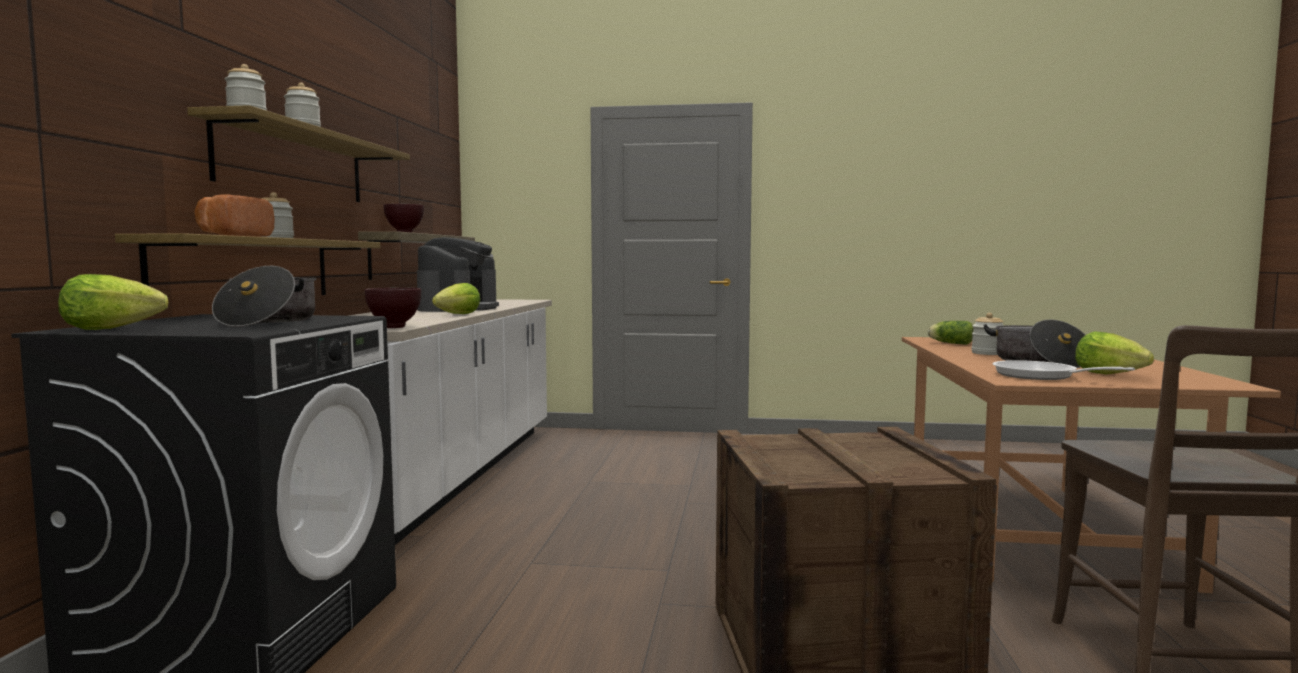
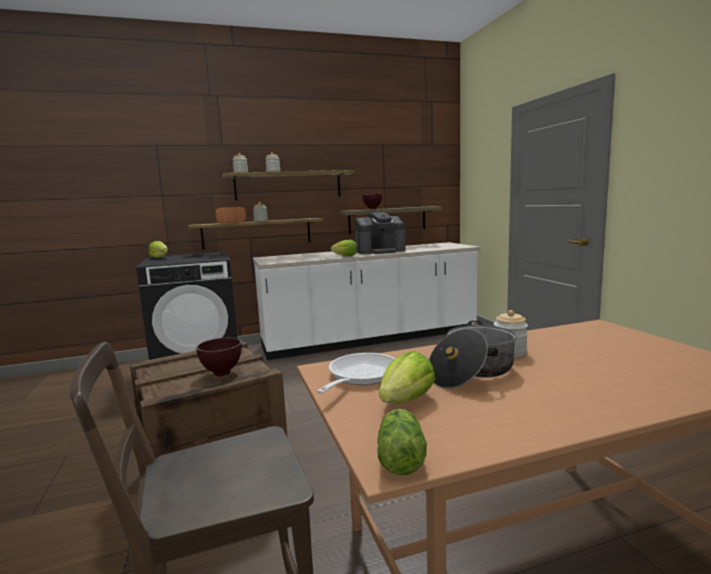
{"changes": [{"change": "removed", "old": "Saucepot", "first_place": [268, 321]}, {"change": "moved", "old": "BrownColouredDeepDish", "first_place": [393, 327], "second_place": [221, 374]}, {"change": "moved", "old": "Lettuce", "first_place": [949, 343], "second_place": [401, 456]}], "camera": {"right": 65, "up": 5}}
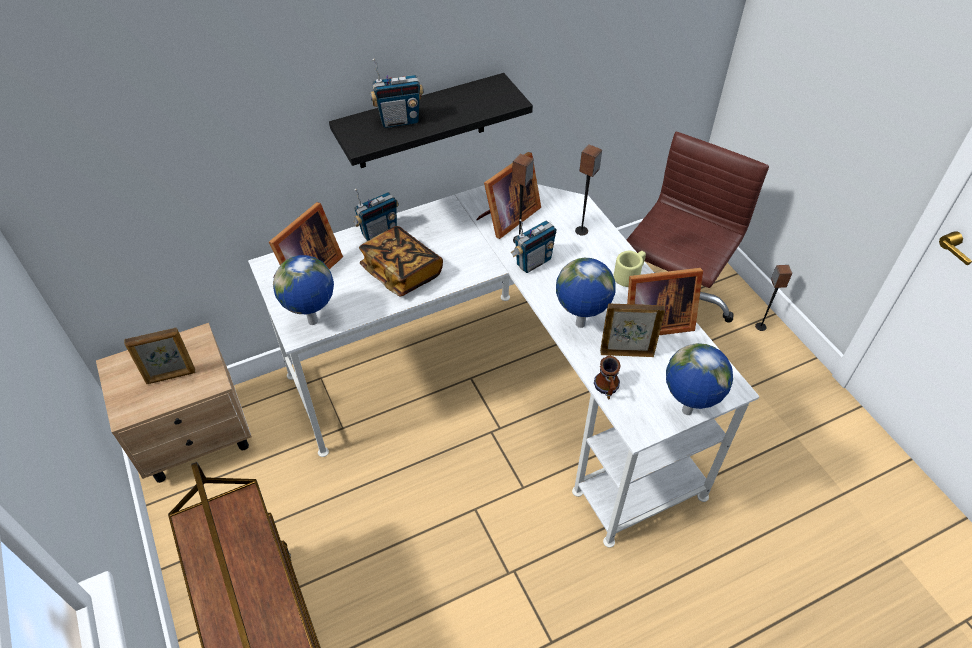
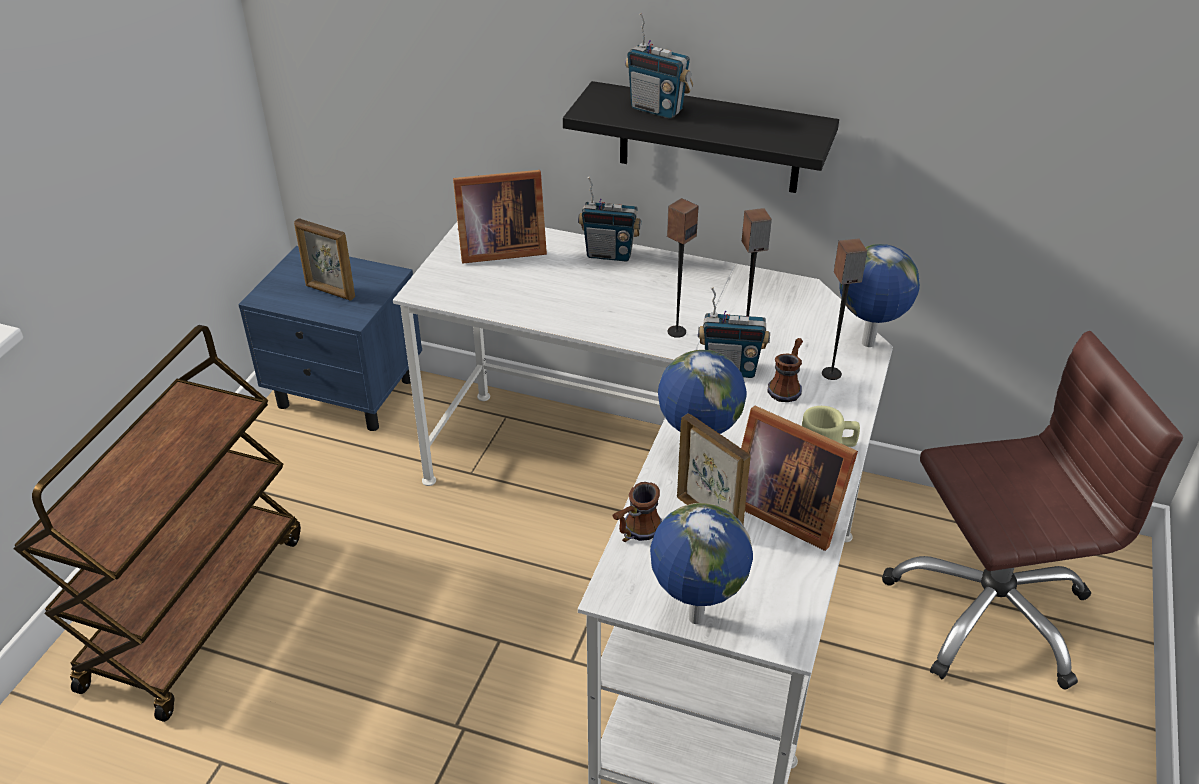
{"changes": [{"change": "removed", "old": "BoundBook", "first_place": [401, 272]}, {"change": "removed", "old": "PictureFrame", "first_place": [507, 218]}, {"change": "added", "new": "Mug", "second_place": [787, 386]}, {"change": "moved", "old": "DeskGlobe", "first_place": [313, 322], "second_place": [868, 344]}, {"change": "moved", "old": "Loudspeaker", "first_place": [760, 326], "second_place": [676, 331]}, {"change": "recoloured", "old": "BeigeNightTable", "new": "BlueNightTable", "first_place": [197, 437], "second_place": [347, 393]}], "camera": {"right": 45, "up": -10}}
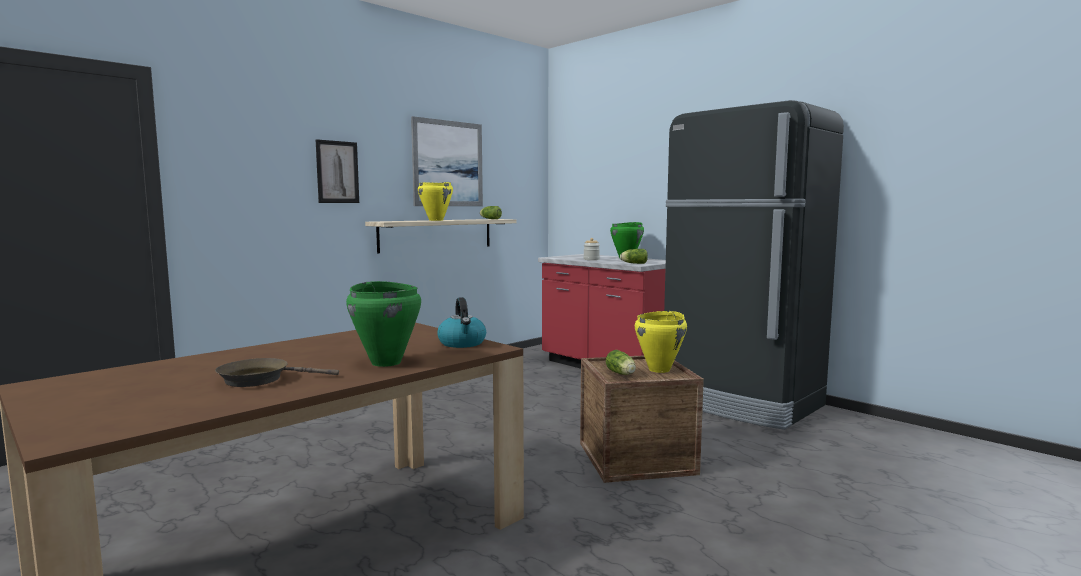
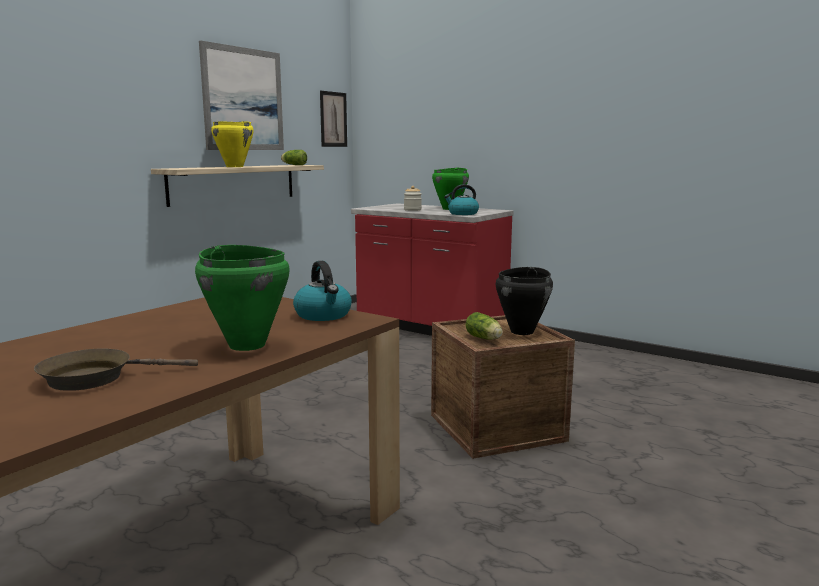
{"changes": [{"change": "removed", "old": "BlackishRefrigerator", "first_place": [740, 403]}, {"change": "moved", "old": "WallPicture", "first_place": [337, 172], "second_place": [333, 119]}, {"change": "replaced", "old": "Lettuce", "new": "WaterKettle", "first_place": [633, 263], "second_place": [462, 214]}, {"change": "recoloured", "old": "YellowColouredSaucepot", "new": "BlackishSaucepot", "first_place": [660, 370], "second_place": [522, 332]}], "camera": {"right": -10, "up": 5}}
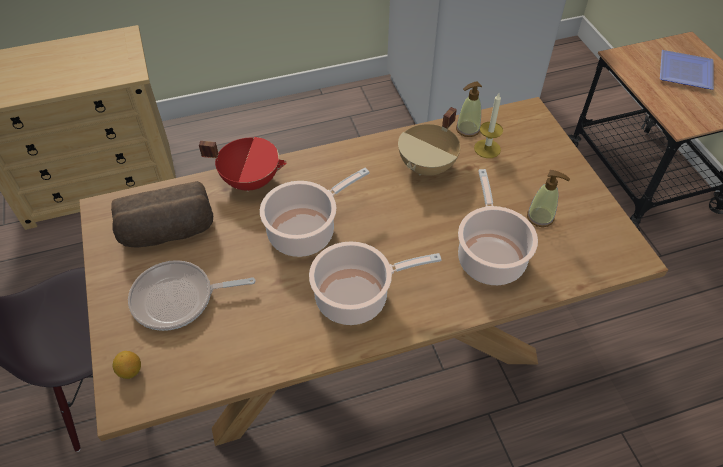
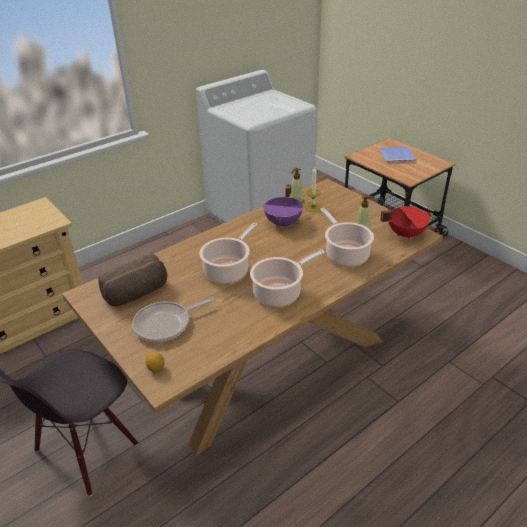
{"changes": [{"change": "moved", "old": "RedSaucepot", "first_place": [251, 180], "second_place": [405, 234]}, {"change": "recoloured", "old": "BeigeSaucepot", "new": "PurplishSaucepot", "first_place": [428, 167], "second_place": [284, 223]}], "camera": {"right": -20, "up": -15}}
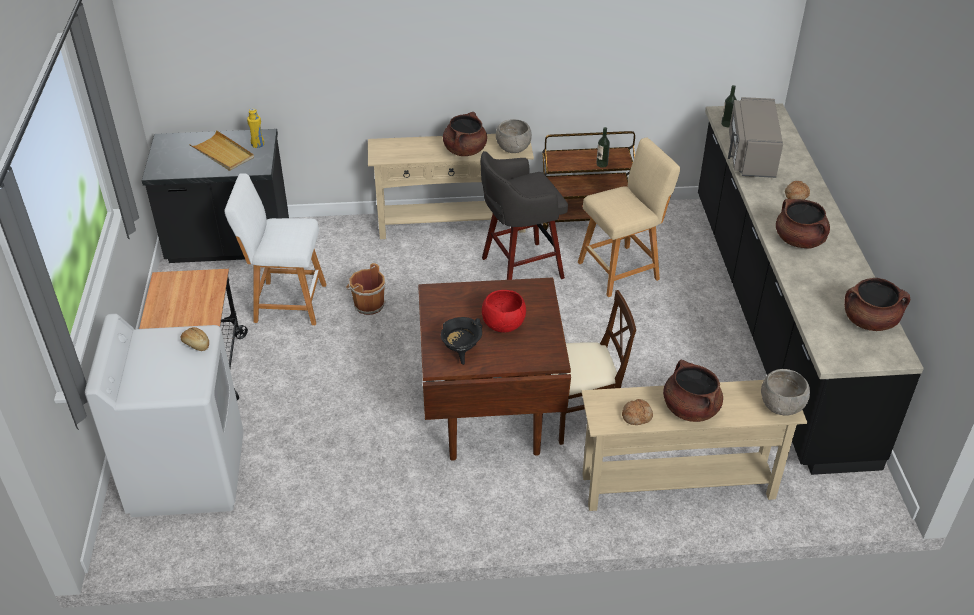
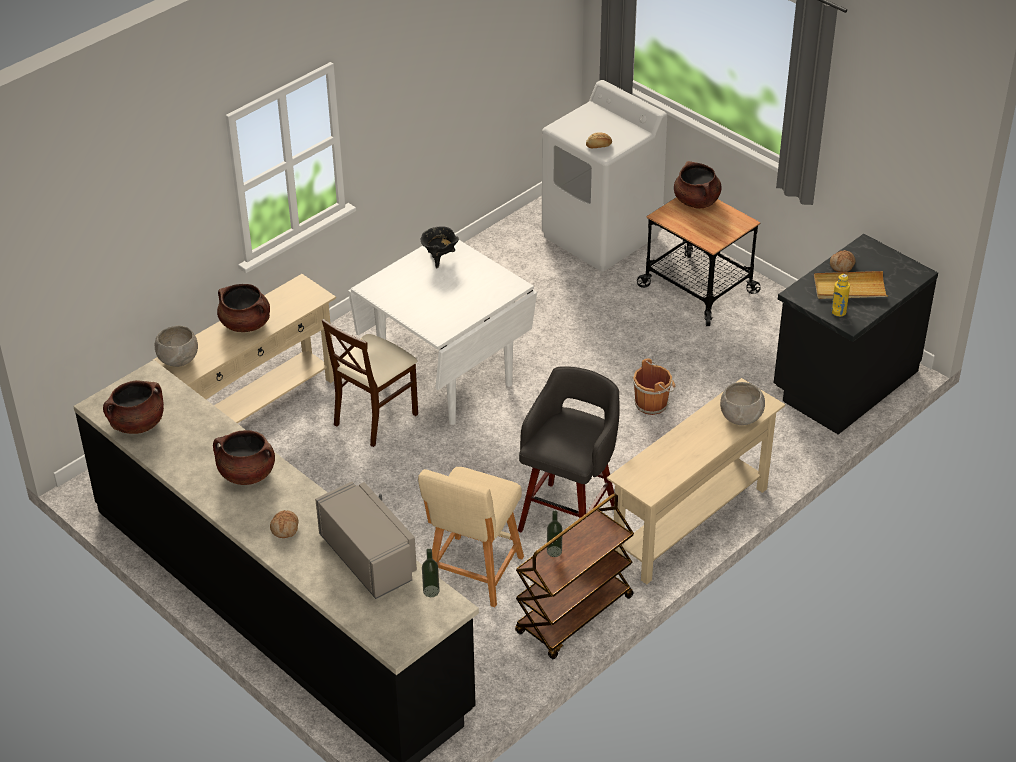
{"changes": [{"change": "removed", "old": "WhiteColouredStoolSeat", "first_place": [286, 303]}, {"change": "removed", "old": "RedDeepDish", "first_place": [504, 325]}, {"change": "moved", "old": "BrownColouredSaucepot", "first_place": [465, 150], "second_place": [696, 201]}, {"change": "moved", "old": "GreyishDeepDish", "first_place": [513, 149], "second_place": [741, 417]}, {"change": "moved", "old": "Bread", "first_place": [637, 416], "second_place": [842, 265]}, {"change": "recoloured", "old": "BrownColouredKitchenTable", "new": "WhiteColouredKitchenTable", "first_place": [491, 415], "second_place": [445, 380]}], "camera": {"right": 140, "up": 0}}
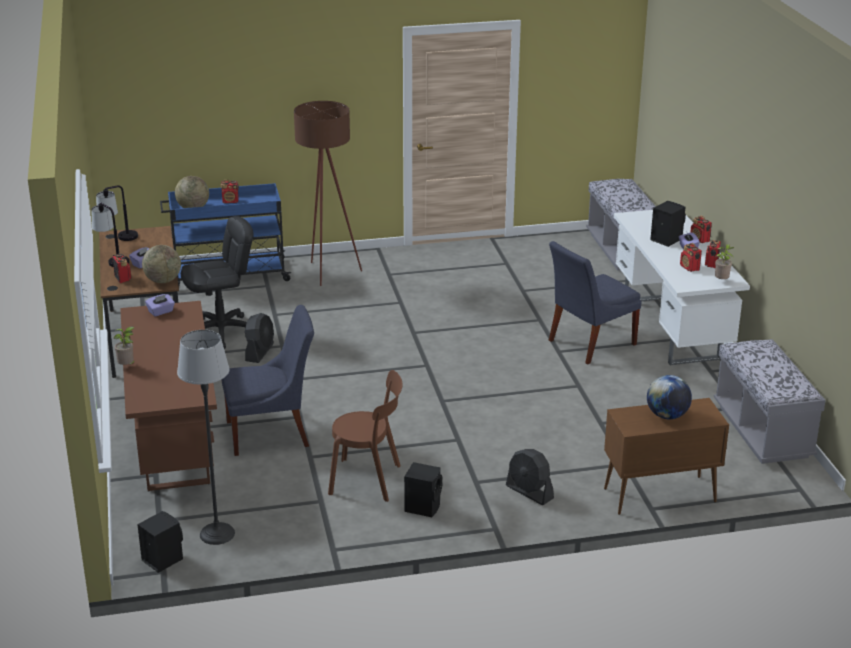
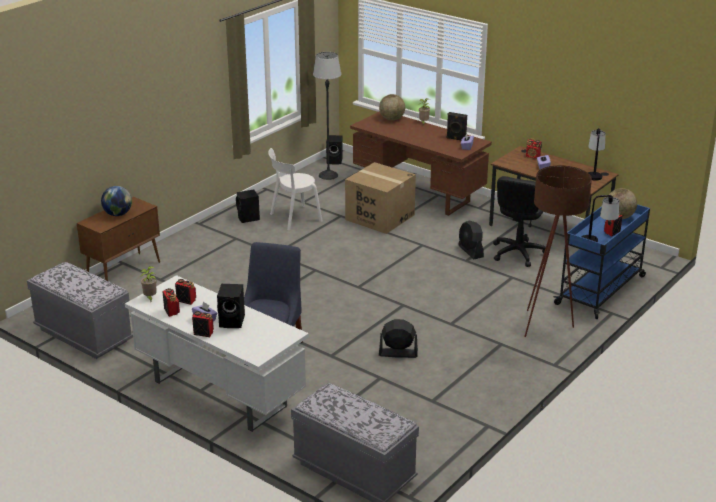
{"changes": [{"change": "added", "new": "BlackishLoudspeaker", "second_place": [456, 139]}, {"change": "moved", "old": "LampForATable", "first_place": [112, 260], "second_place": [597, 241]}, {"change": "moved", "old": "DeskGlobe", "first_place": [163, 281], "second_place": [392, 119]}, {"change": "moved", "old": "BlackishFan", "first_place": [529, 492], "second_place": [398, 353]}, {"change": "replaced", "old": "BlueUprightChair", "new": "Carton", "first_place": [272, 433], "second_place": [379, 217]}, {"change": "recoloured", "old": "BrownColouredUprightChair", "new": "WhiteColouredUprightChair", "first_place": [369, 480], "second_place": [293, 218]}], "camera": {"right": 140, "up": 0}}
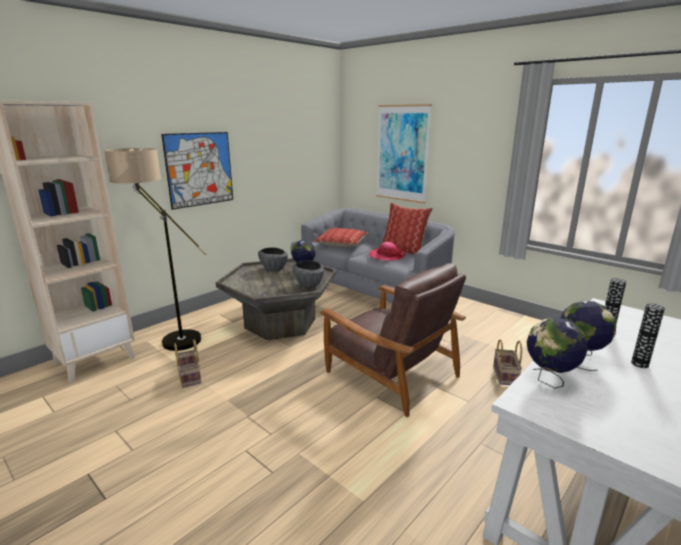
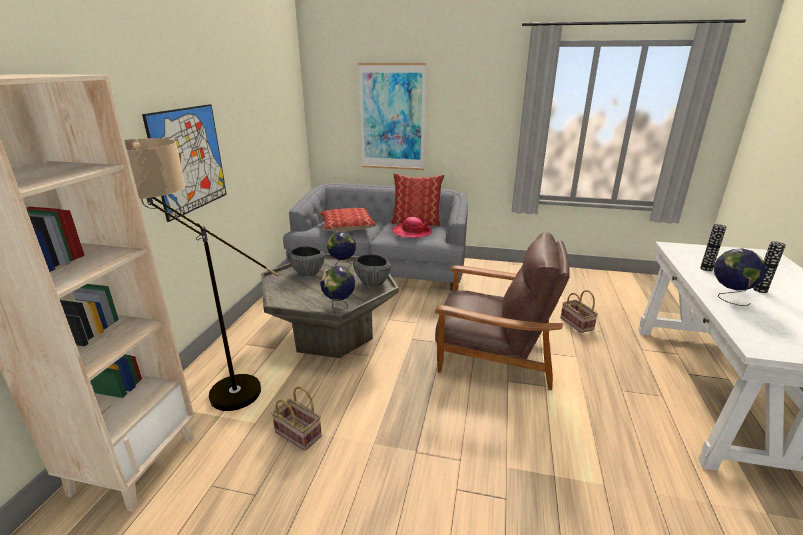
{"changes": [{"change": "moved", "old": "DeskGlobe", "first_place": [549, 381], "second_place": [339, 306]}], "camera": {"right": -30, "up": 5}}
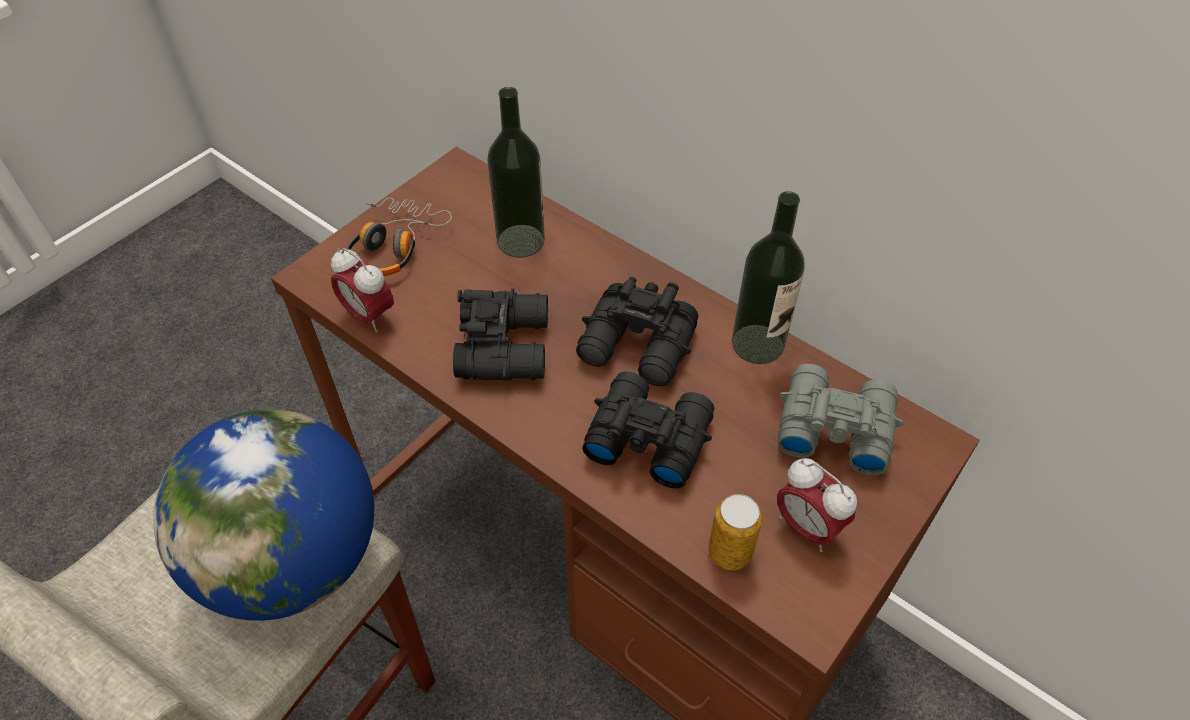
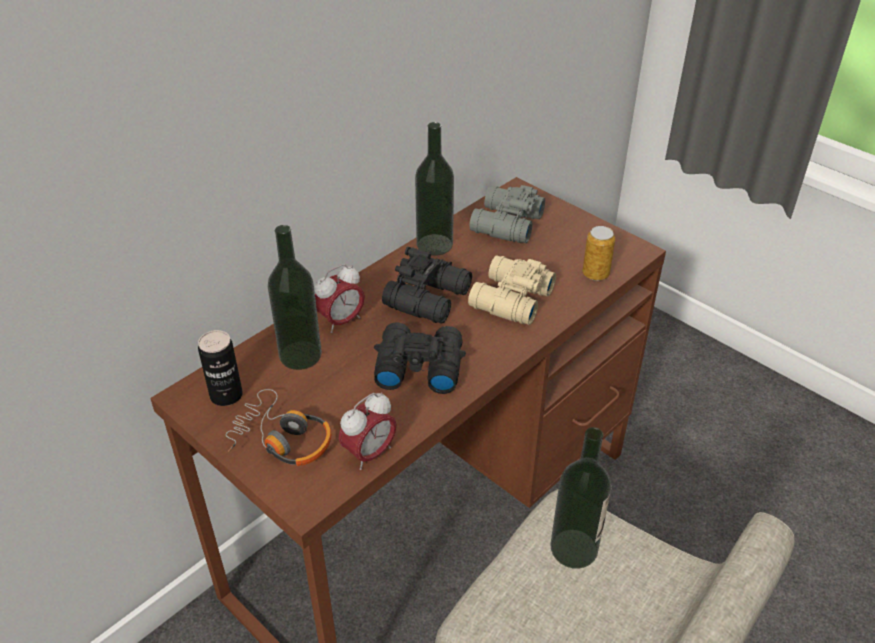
{"changes": [{"change": "added", "new": "MetalCan", "second_place": [226, 395]}, {"change": "moved", "old": "BedsideClock", "first_place": [807, 527], "second_place": [341, 321]}, {"change": "replaced", "old": "DeskGlobe", "new": "BeverageBottle", "first_place": [294, 559], "second_place": [574, 548]}, {"change": "recoloured", "old": "BlackishBinoculars", "new": "BeigeBinoculars", "first_place": [647, 436], "second_place": [509, 300]}], "camera": {"right": -85, "up": -10}}
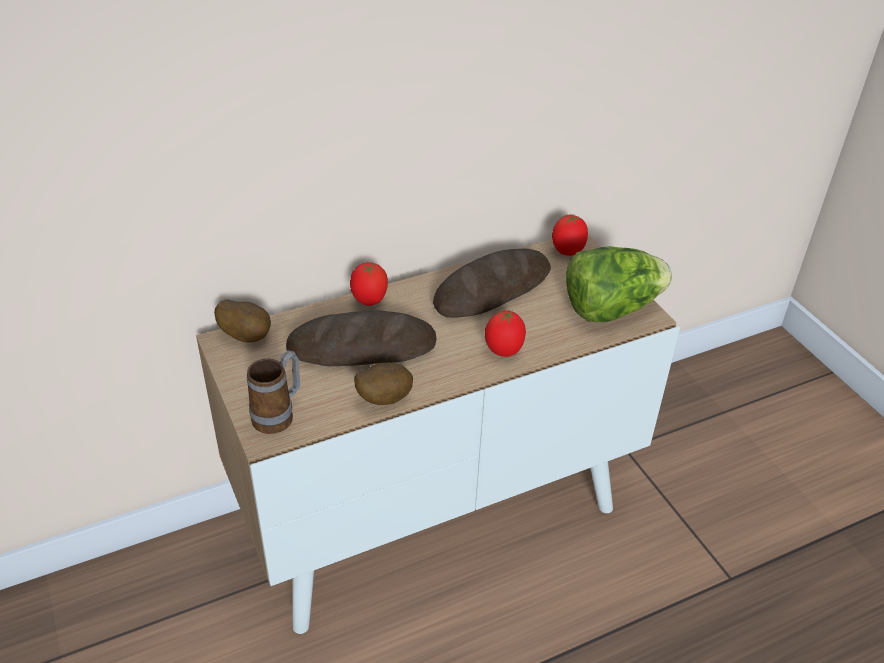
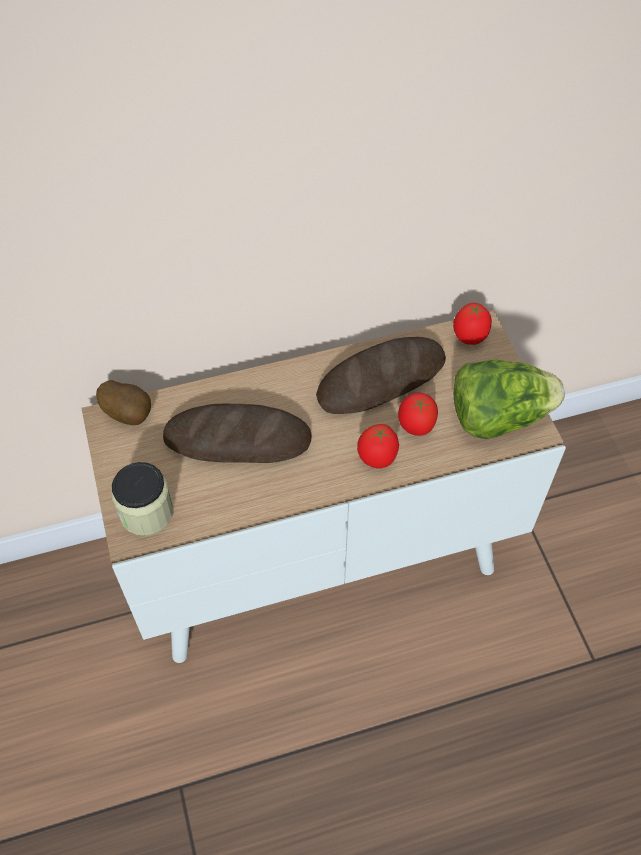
{"changes": [{"change": "removed", "old": "Spud", "first_place": [382, 398]}, {"change": "moved", "old": "WholeTomato", "first_place": [369, 301], "second_place": [415, 427]}, {"change": "replaced", "old": "Mug", "new": "PreserveJar", "first_place": [279, 415], "second_place": [146, 512]}], "camera": {"right": 10, "up": 15}}
